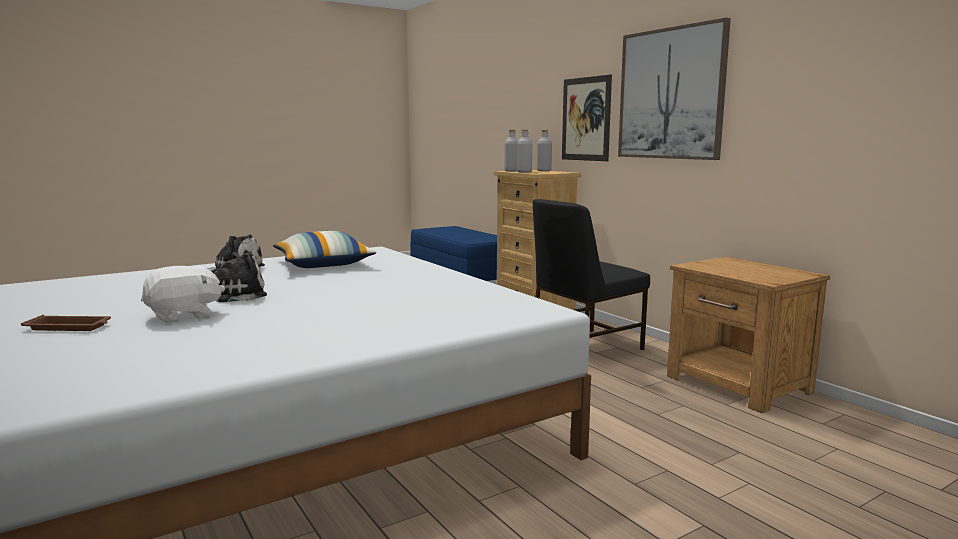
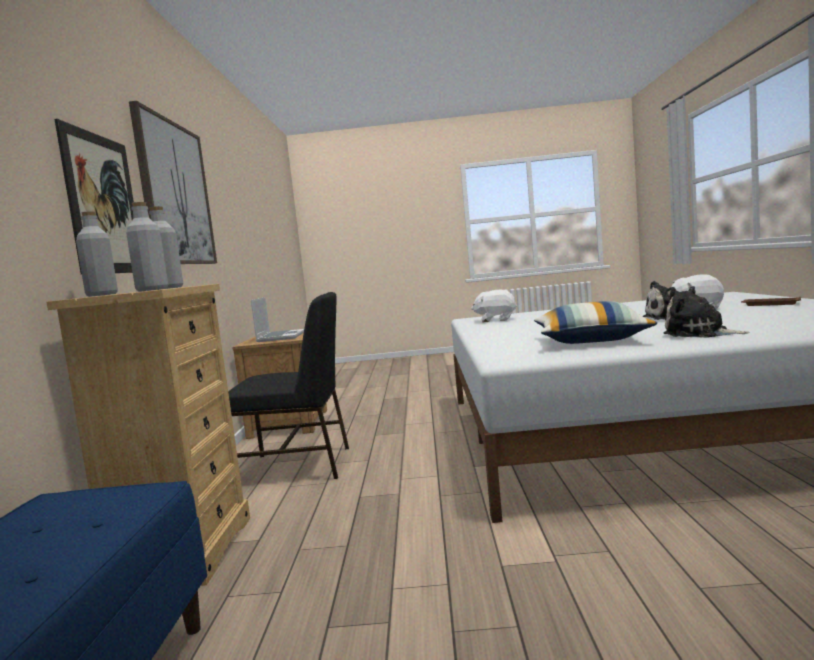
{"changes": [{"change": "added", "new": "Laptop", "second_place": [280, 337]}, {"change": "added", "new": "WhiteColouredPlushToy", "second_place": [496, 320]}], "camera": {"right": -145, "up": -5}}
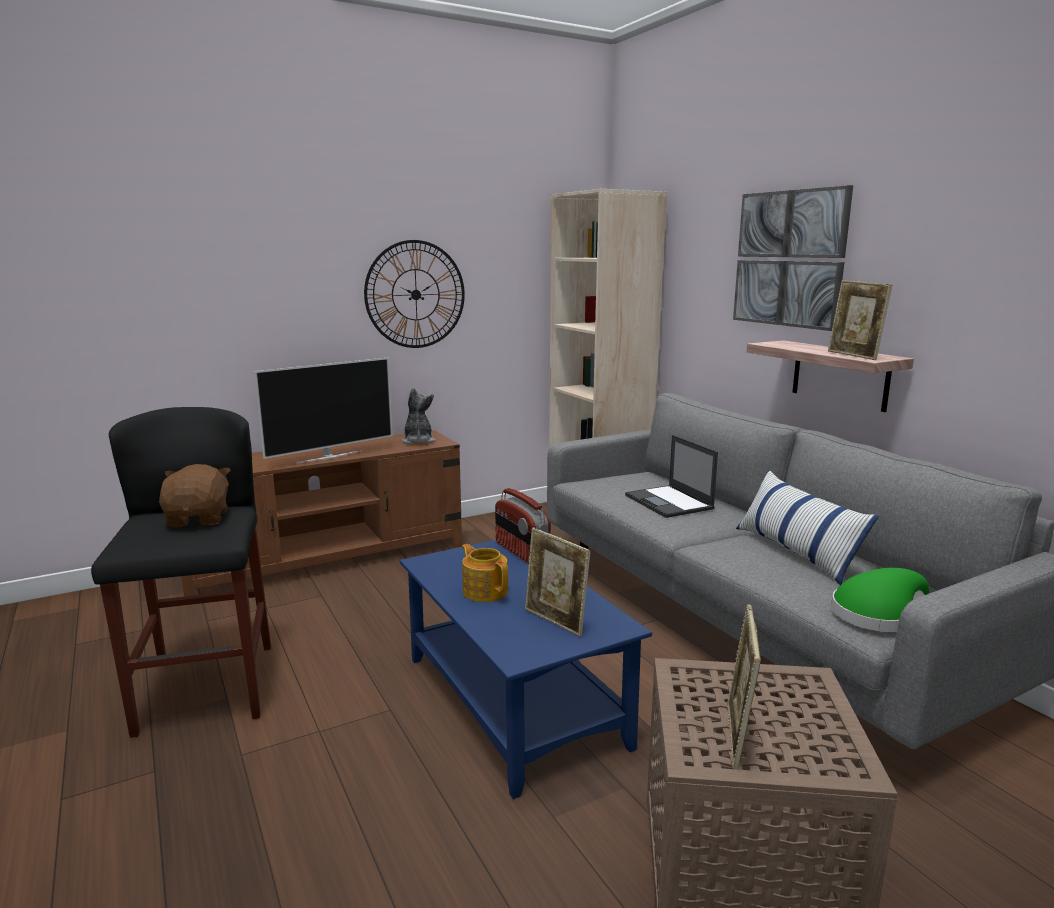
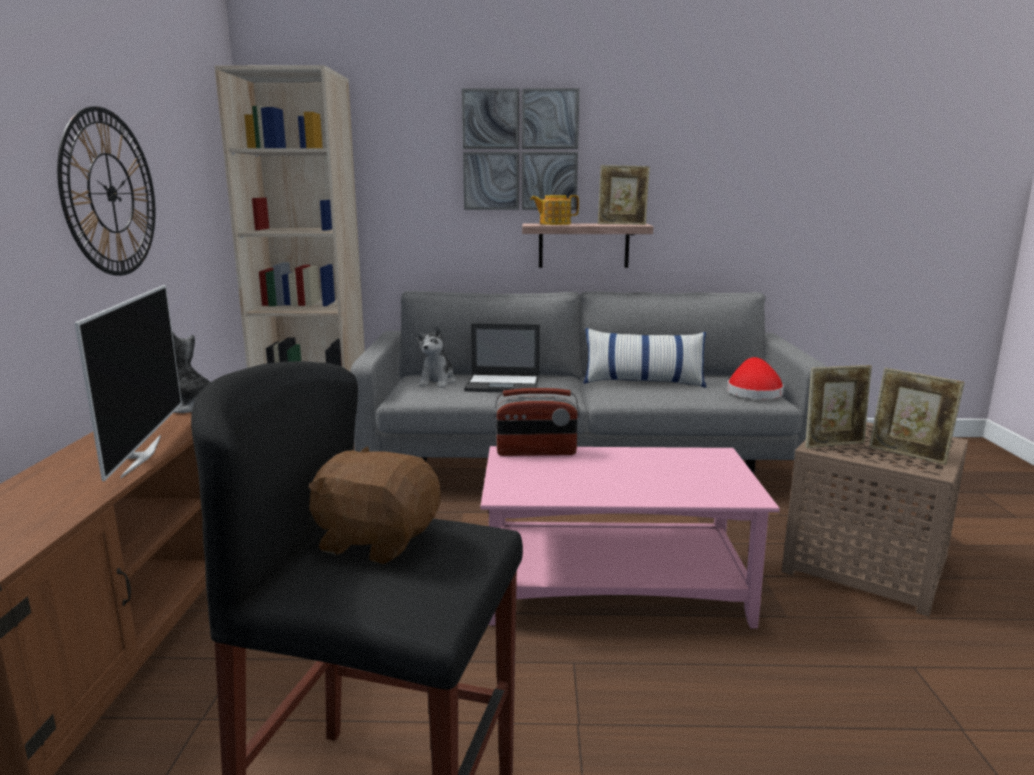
{"changes": [{"change": "added", "new": "PlushToy", "second_place": [437, 382]}, {"change": "moved", "old": "Teapot", "first_place": [485, 591], "second_place": [554, 224]}, {"change": "moved", "old": "PictureFrame", "first_place": [555, 621], "second_place": [833, 444]}, {"change": "recoloured", "old": "BlueLowTable", "new": "PinkishLowTable", "first_place": [515, 701], "second_place": [616, 587]}, {"change": "recoloured", "old": "GreenishClothingHat", "new": "RedClothingHat", "first_place": [877, 614], "second_place": [753, 392]}], "camera": {"right": -60, "up": 0}}
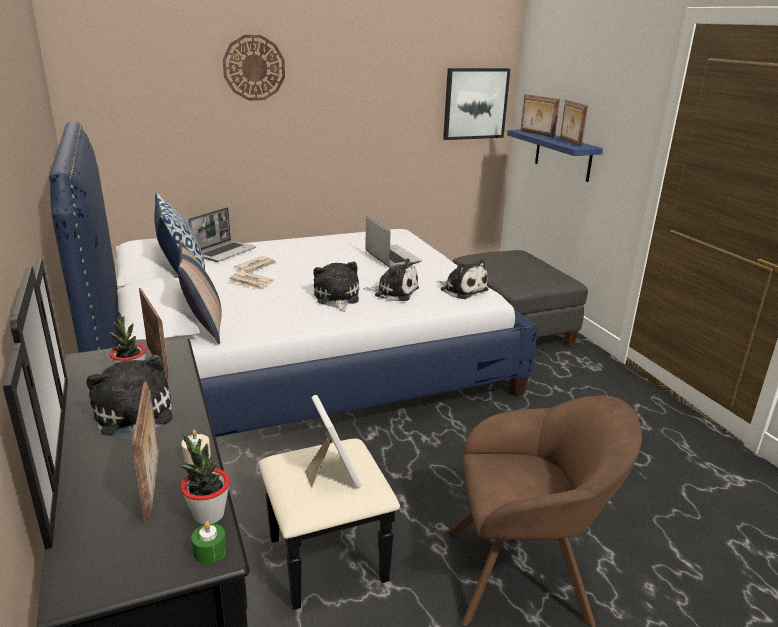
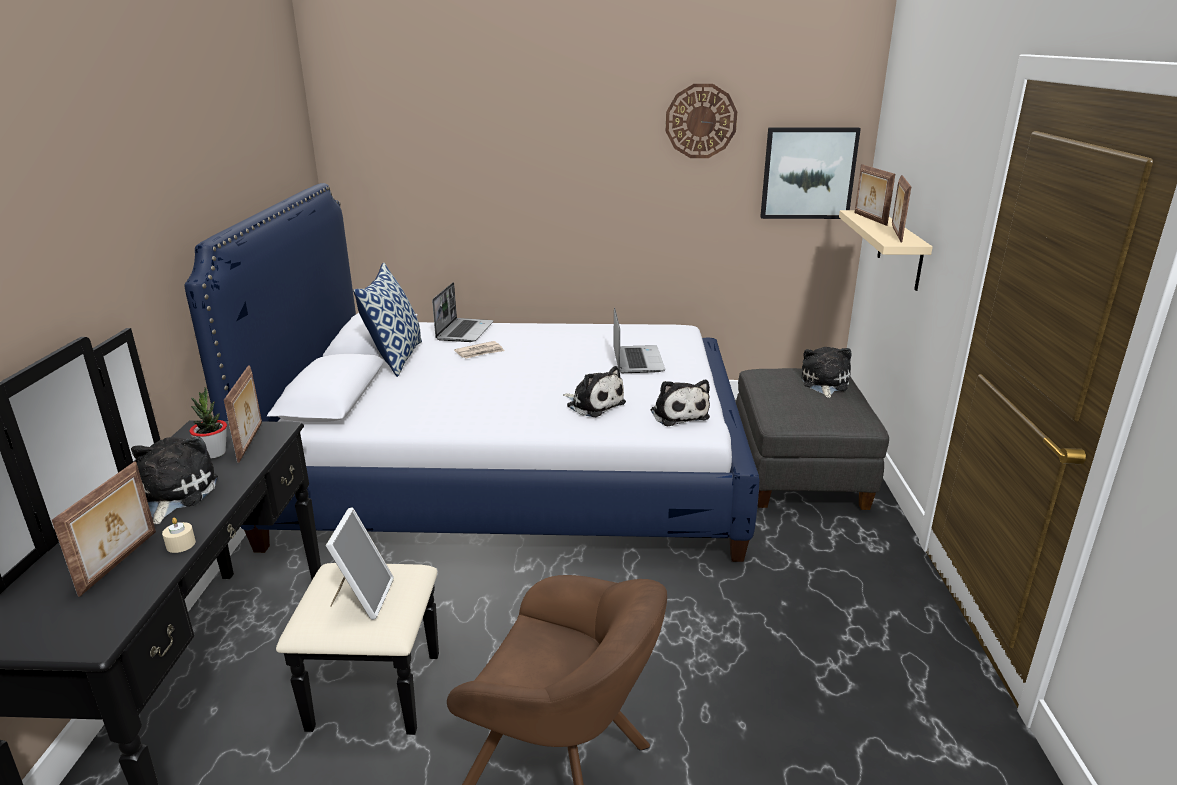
{"changes": [{"change": "removed", "old": "ThrowPillow", "first_place": [204, 327]}, {"change": "removed", "old": "Houseplant", "first_place": [208, 514]}, {"change": "removed", "old": "GreenishWaxLight", "first_place": [210, 551]}, {"change": "removed", "old": "PrintedPaper", "first_place": [250, 282]}, {"change": "moved", "old": "HangingClock", "first_place": [254, 68], "second_place": [701, 121]}, {"change": "moved", "old": "PlushToy", "first_place": [336, 298], "second_place": [824, 383]}, {"change": "recoloured", "old": "BlueWallShelf", "new": "BeigeWallShelf", "first_place": [563, 155], "second_place": [900, 249]}, {"change": "turned", "old": "Laptop", "first_place": [224, 252], "second_place": [464, 331], "degrees": -45}], "camera": {"right": 25, "up": 0}}
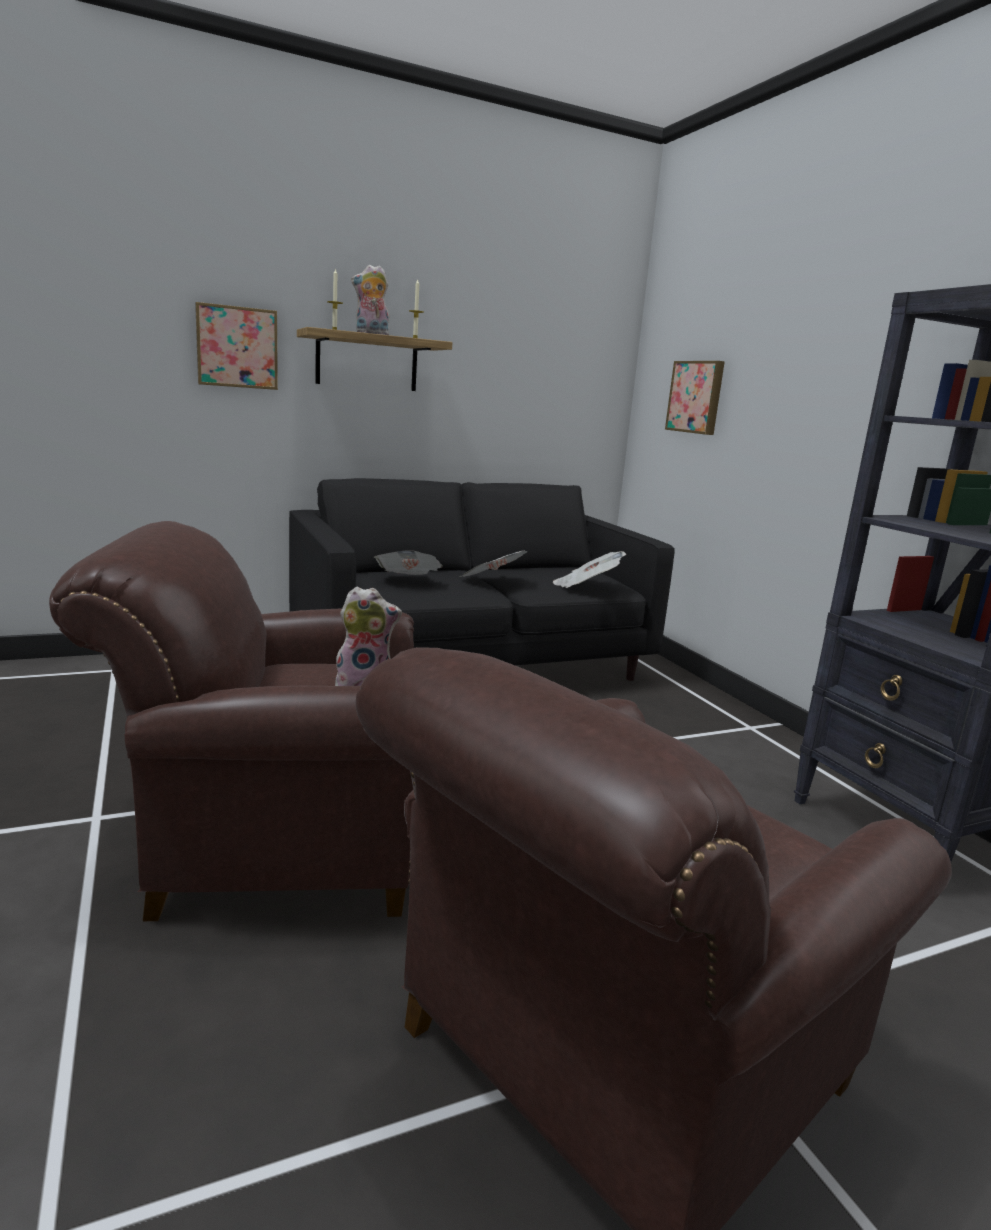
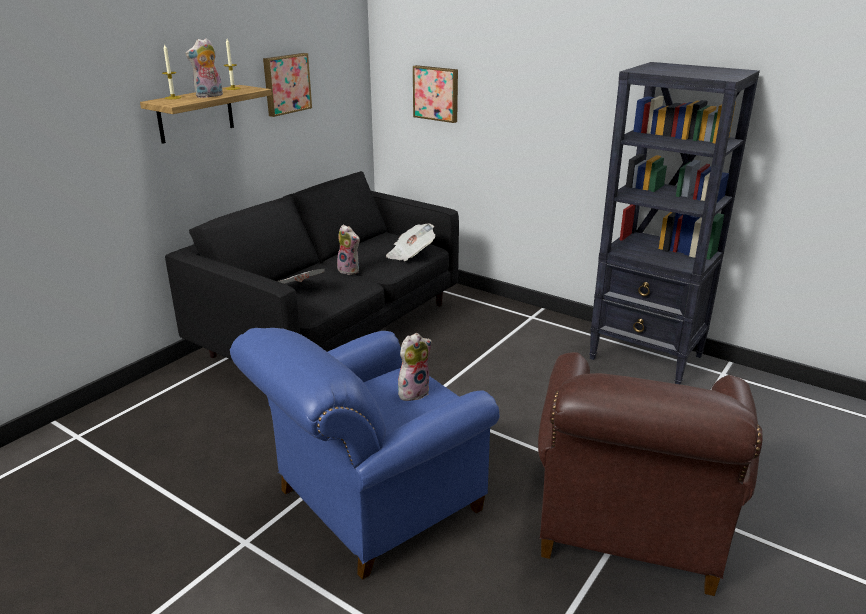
{"changes": [{"change": "moved", "old": "WallPicture", "first_place": [237, 347], "second_place": [286, 84]}, {"change": "replaced", "old": "PrintedPaper", "new": "PlushToy", "first_place": [491, 582], "second_place": [350, 270]}, {"change": "recoloured", "old": "BrownColouredLoungeChair", "new": "BlueLoungeChair", "first_place": [275, 842], "second_place": [371, 504]}], "camera": {"right": -30, "up": 10}}
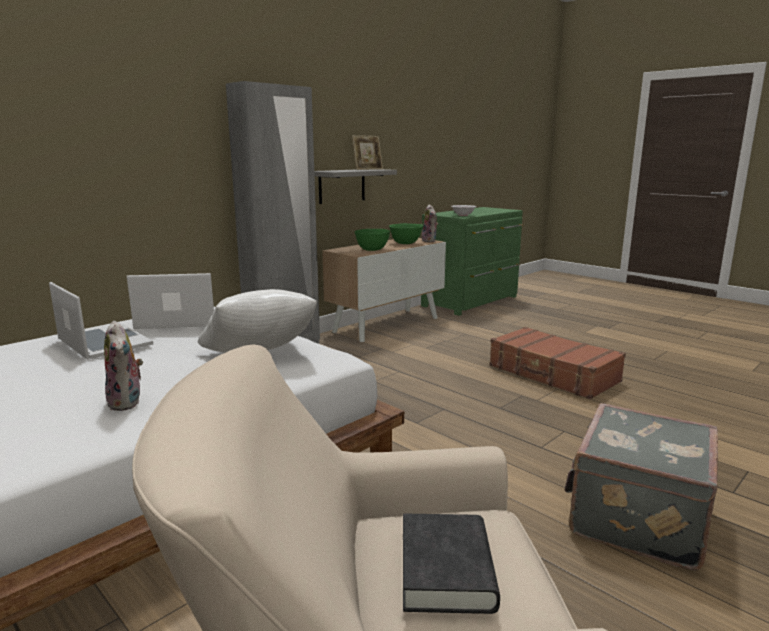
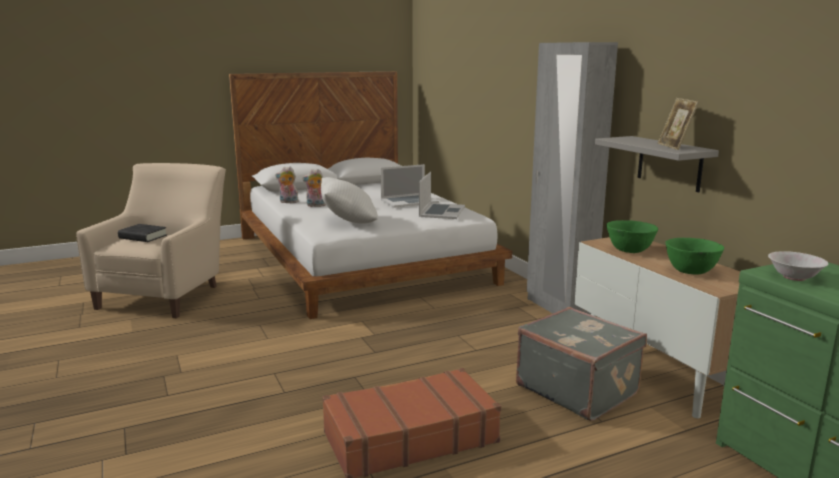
{"changes": [{"change": "moved", "old": "PlushToy", "first_place": [430, 241], "second_place": [288, 202]}, {"change": "moved", "old": "GreyishPieceOfLuggage", "first_place": [635, 517], "second_place": [577, 389]}], "camera": {"right": 110, "up": 0}}
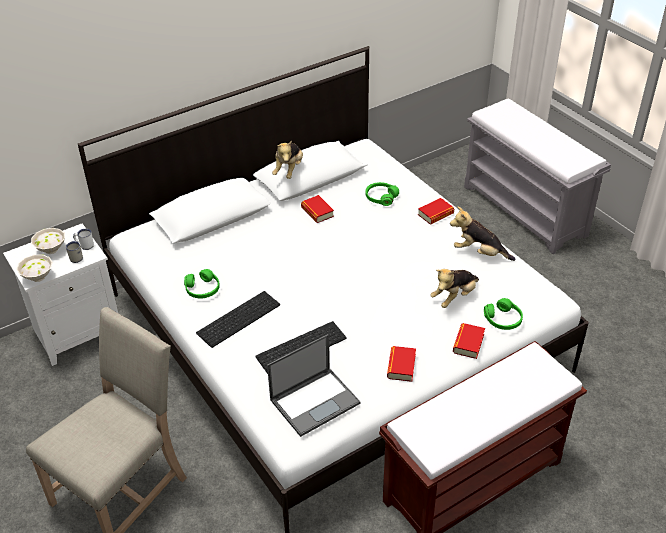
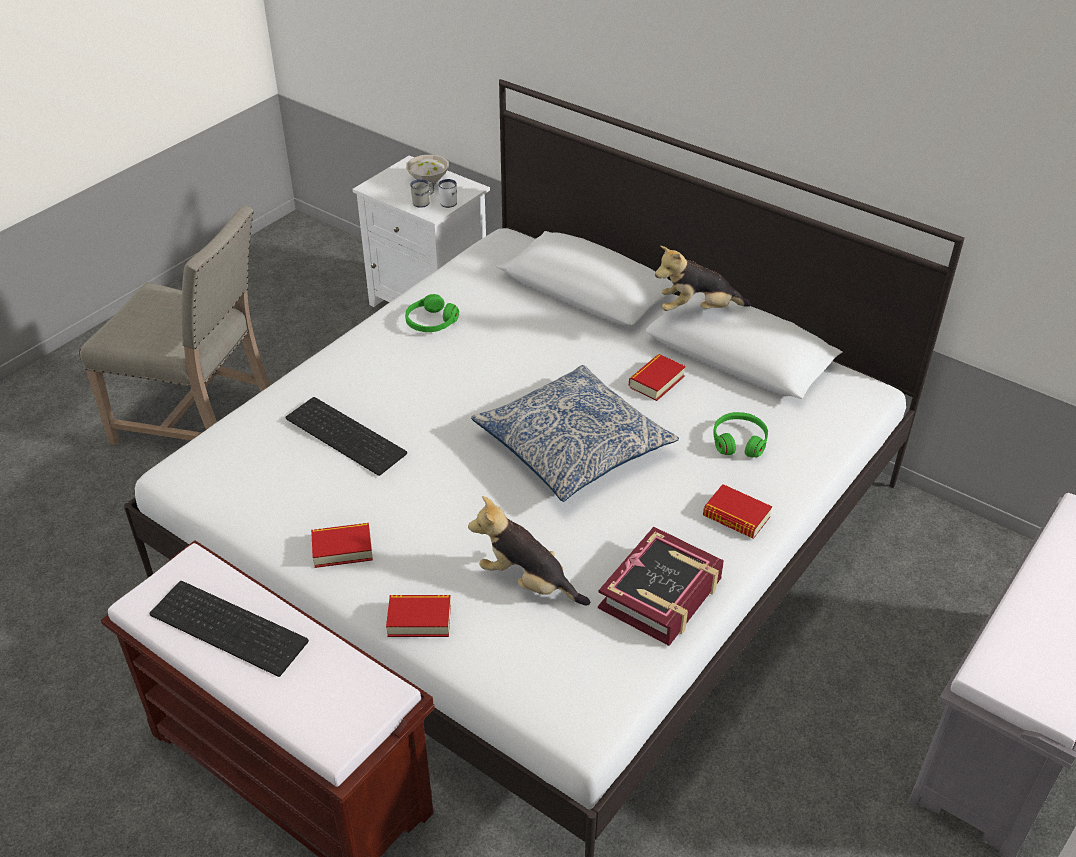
{"changes": [{"change": "removed", "old": "WhiteColouredDeepDish", "first_place": [39, 277]}, {"change": "removed", "old": "Laptop", "first_place": [315, 401]}, {"change": "removed", "old": "GreenishPairOfHeadphones", "first_place": [503, 319]}, {"change": "added", "new": "ThrowPillow", "second_place": [573, 446]}, {"change": "moved", "old": "ComputerKeyboard", "first_place": [238, 317], "second_place": [232, 626]}, {"change": "replaced", "old": "PlushToy", "new": "BoundBook", "first_place": [479, 253], "second_place": [661, 594]}], "camera": {"right": 70, "up": 0}}
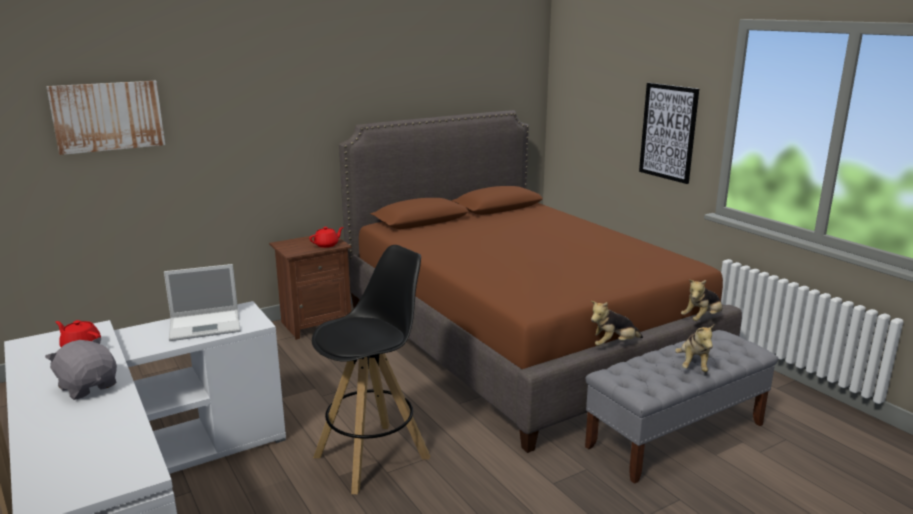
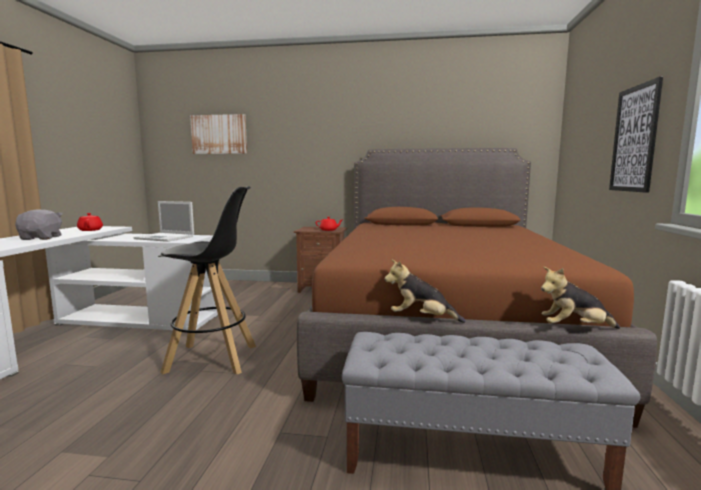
{"changes": [{"change": "removed", "old": "PlushToy", "first_place": [693, 365]}], "camera": {"right": 40, "up": -10}}
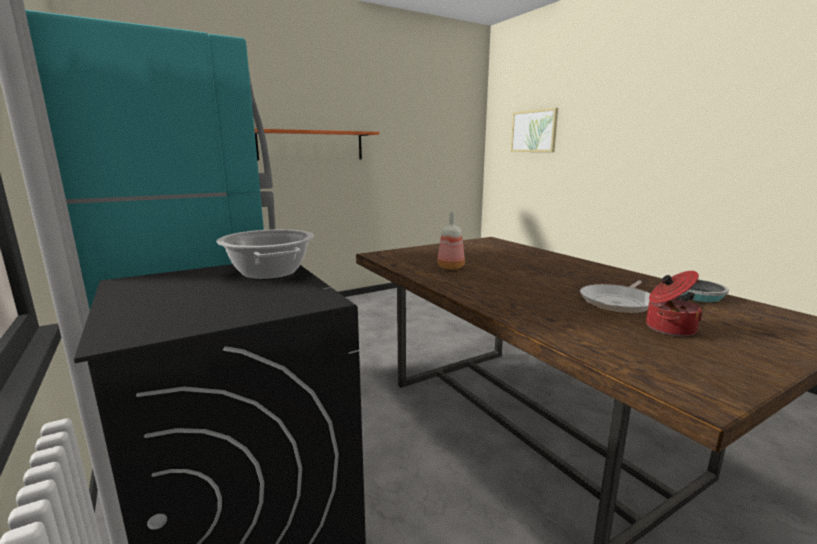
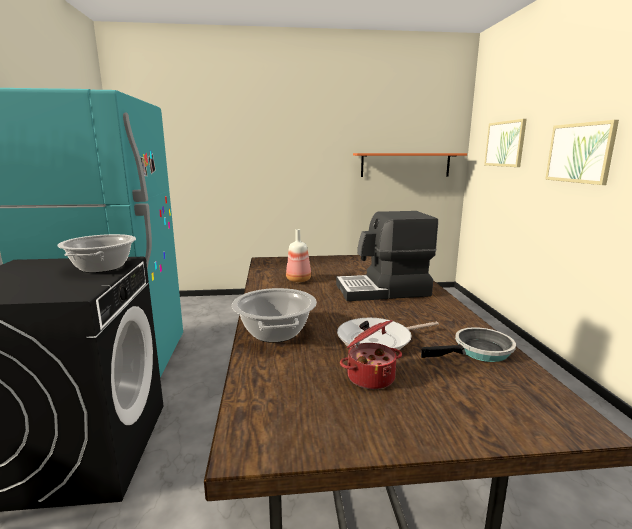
{"changes": [{"change": "added", "new": "Saucepot", "second_place": [275, 332]}, {"change": "added", "new": "CoffeeBrewer", "second_place": [383, 291]}, {"change": "added", "new": "WallPicture", "second_place": [580, 153]}, {"change": "moved", "old": "OrangeWallShelf", "first_place": [311, 145], "second_place": [405, 165]}], "camera": {"right": 25, "up": 0}}
